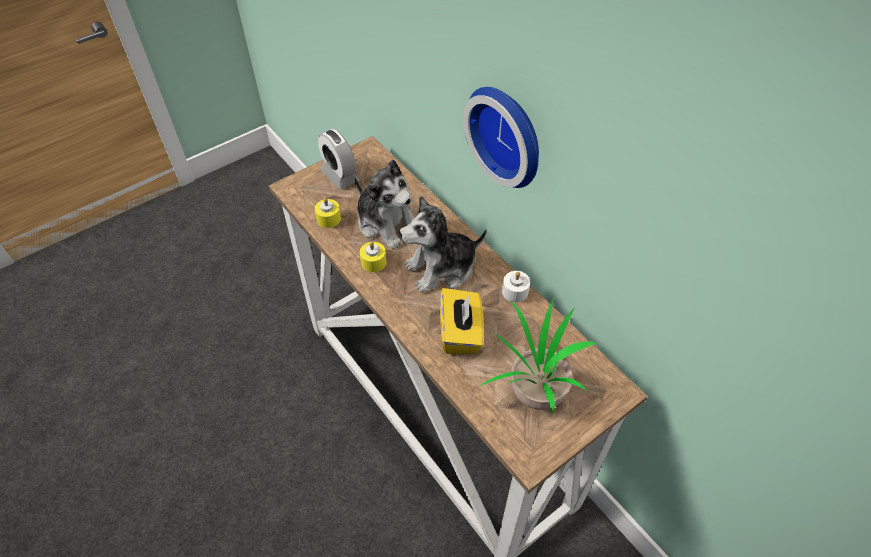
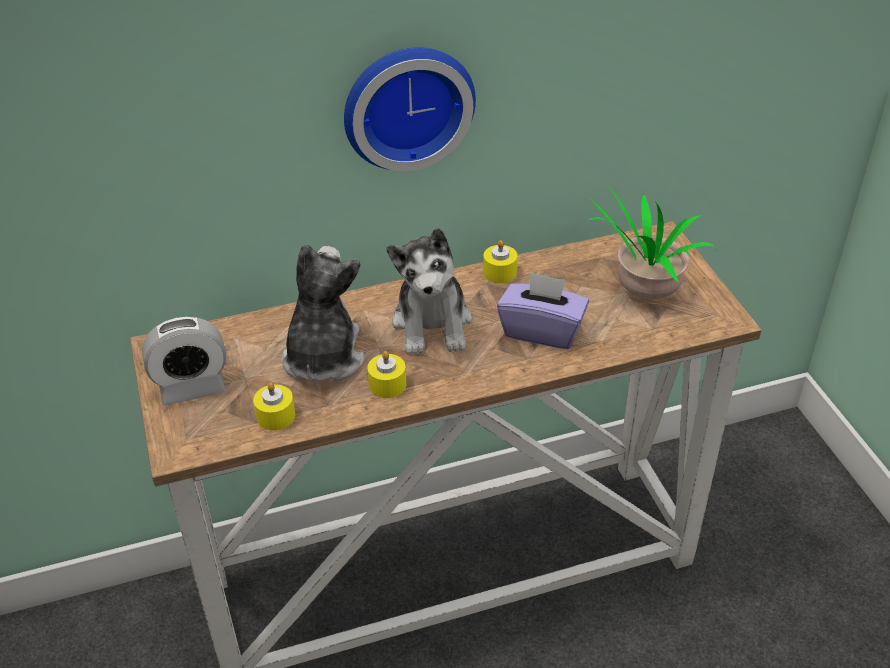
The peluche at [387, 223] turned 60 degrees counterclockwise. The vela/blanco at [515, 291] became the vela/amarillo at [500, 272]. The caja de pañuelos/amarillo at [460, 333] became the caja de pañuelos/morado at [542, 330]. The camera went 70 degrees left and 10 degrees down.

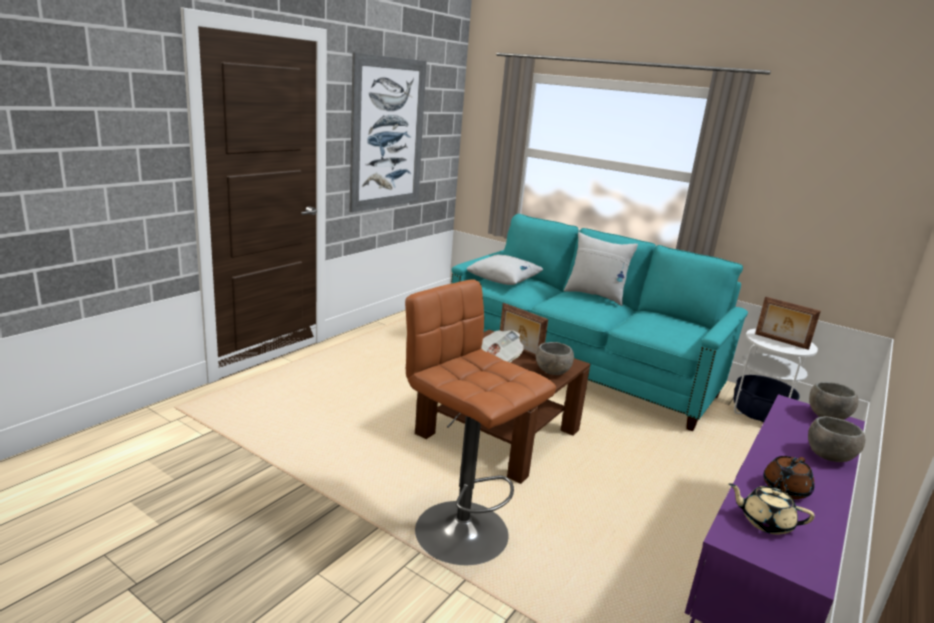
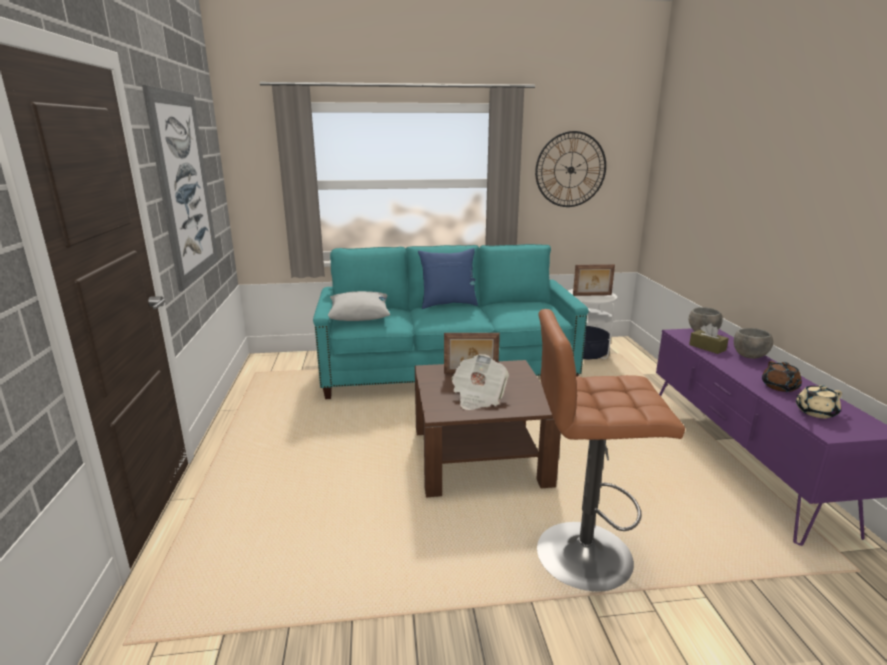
The cojín/gris at [594, 296] became the cojín/azul at [448, 305]. The reloj de pared at [570, 169] appeared. The caja de pañuelos/marrón at [707, 347] appeared. The cuenco/gris at [553, 372] disappeared. The camera went 40 degrees left and 0 degrees up.

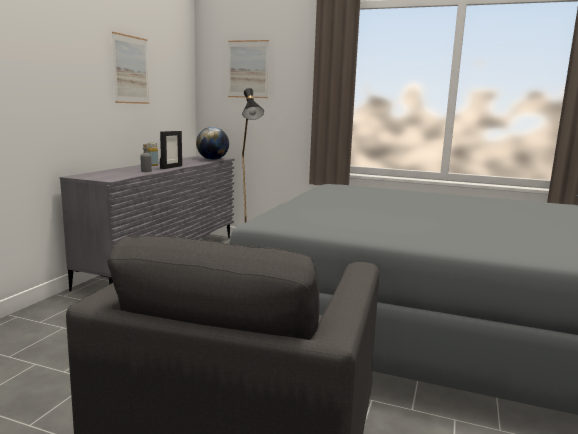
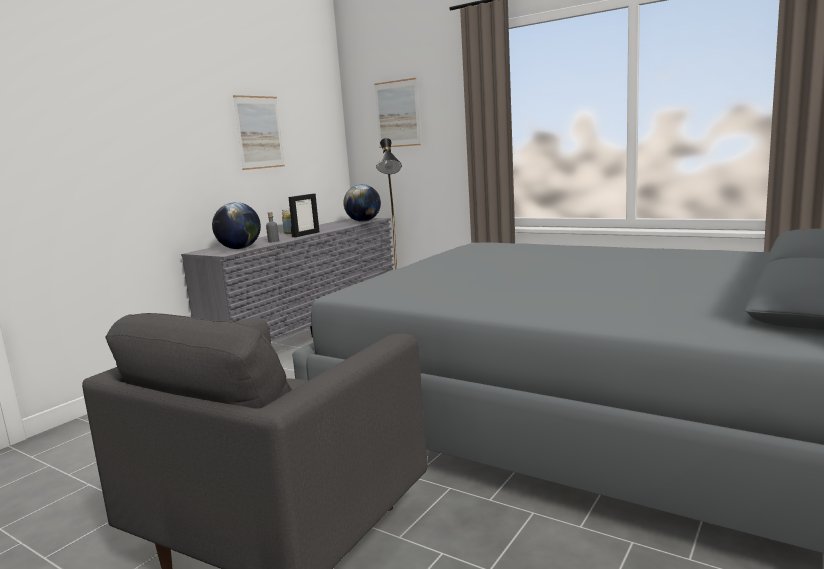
The globo terráqueo at [239, 248] appeared. The camera went 15 degrees right and 0 degrees up.

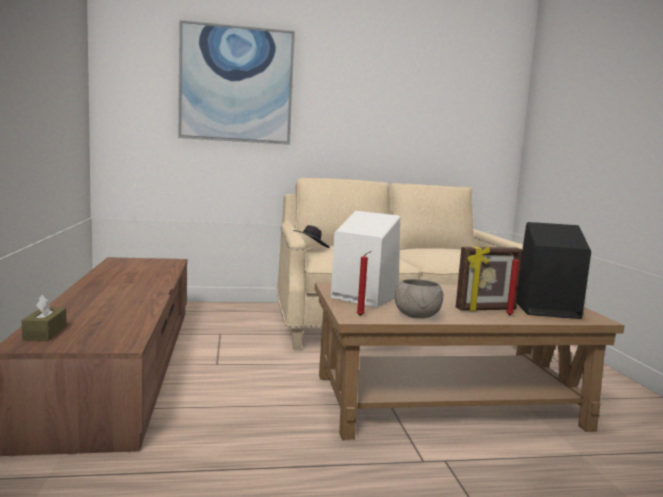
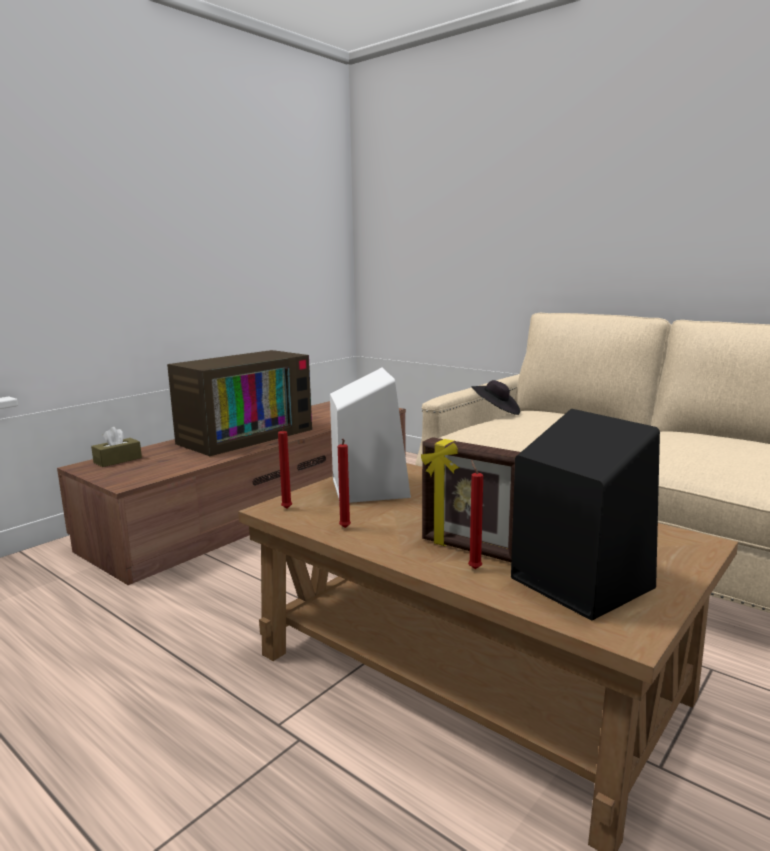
The televisor at [245, 435] appeared. The cuenco/gris at [418, 316] was replaced by the vela/rojo at [345, 528]. The cuadro at [236, 84] disappeared. The camera went 50 degrees right and 5 degrees up.

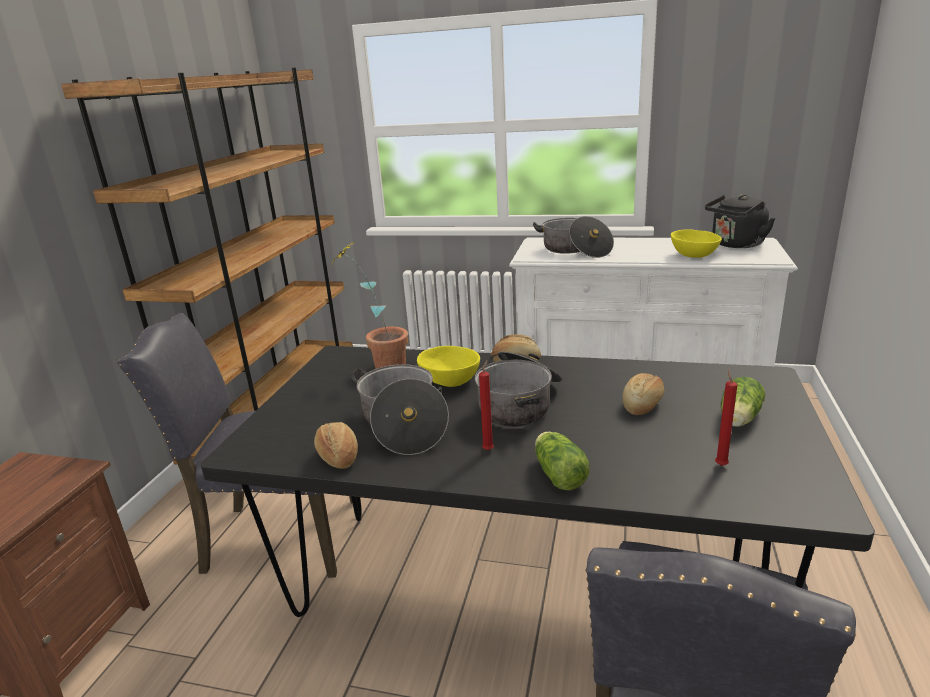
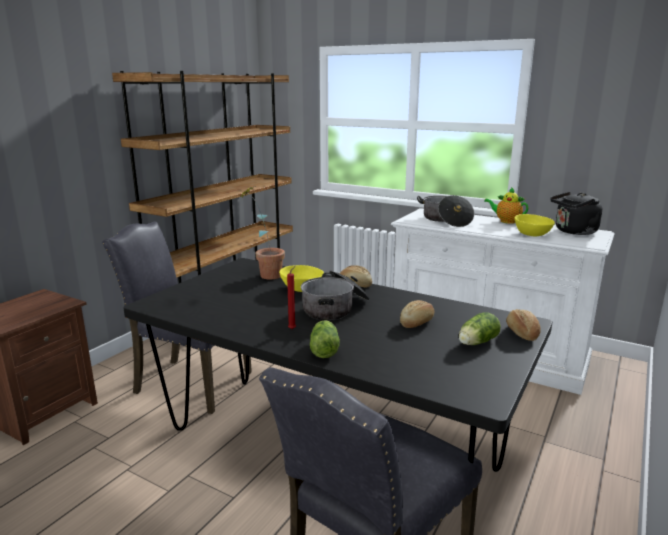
The tetera at [506, 221] appeared. The pan moved from [338, 456] to [521, 333]. The olla at [403, 424] disappeared. The vela/rojo at [720, 464] disappeared. The camera went 15 degrees right and 5 degrees down.

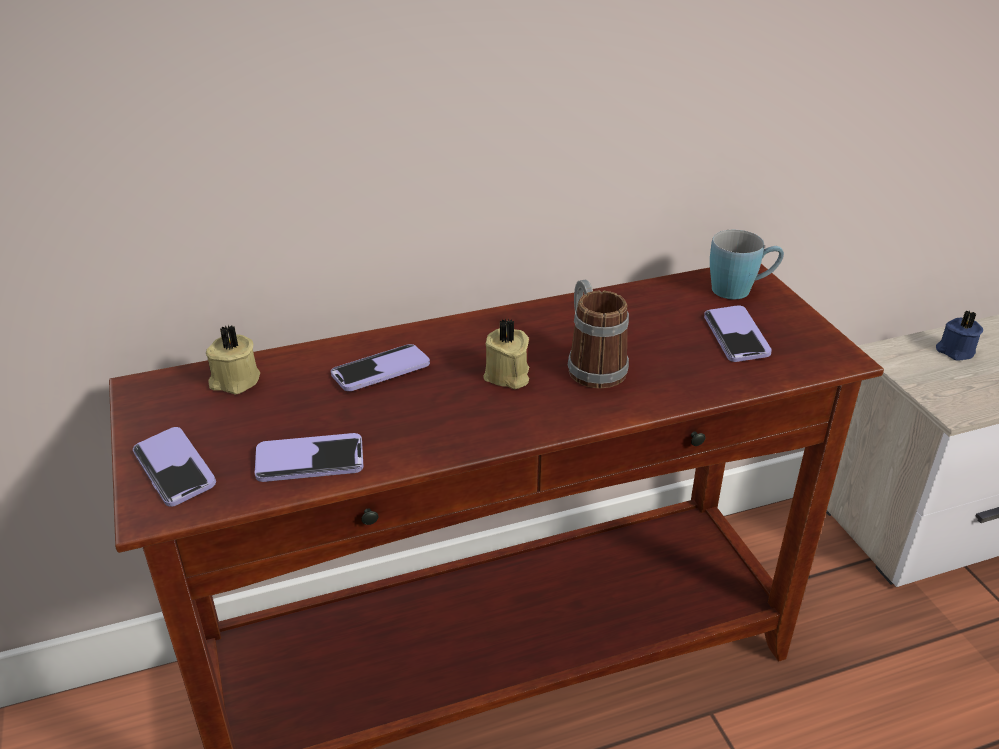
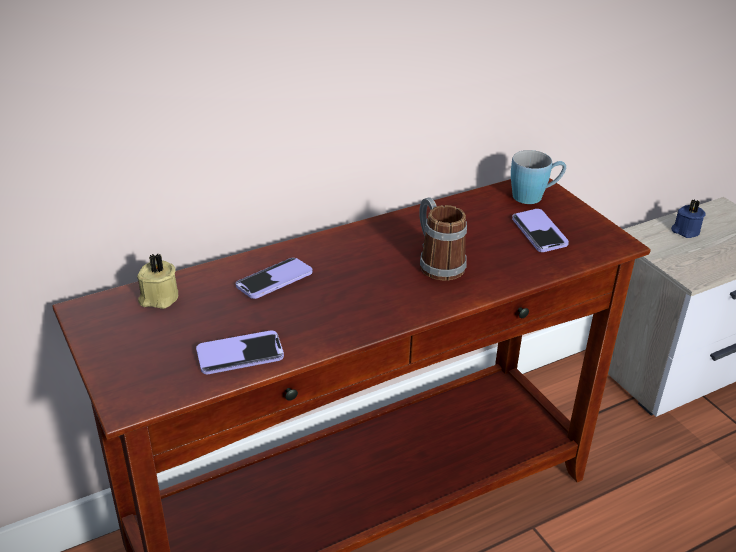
The móvil at [174, 468] disappeared. The vela/beis at [507, 376] disappeared. The camera went 10 degrees left and 0 degrees up.

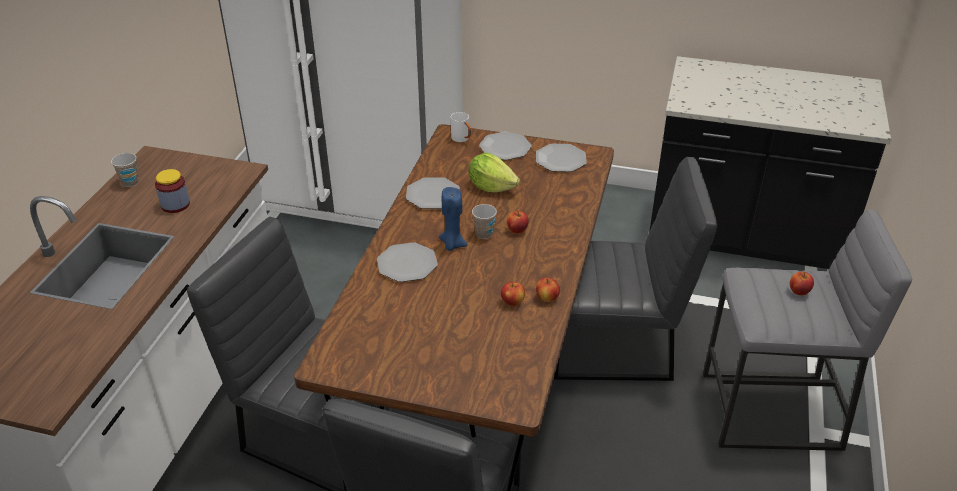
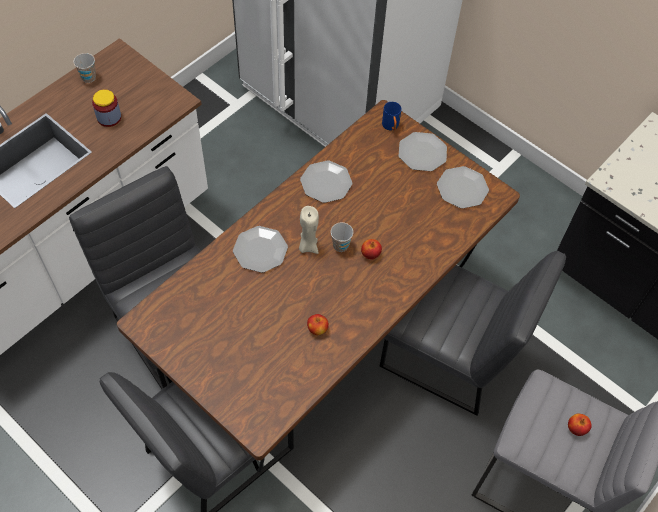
The vela/azul at [452, 245] became the vela/beis at [308, 246]. The taza grande/blanco at [462, 139] became the taza grande/azul at [391, 127]. The lechuga at [491, 186] disappeared. The manzana at [547, 298] disappeared. The camera went 25 degrees right and 20 degrees up.

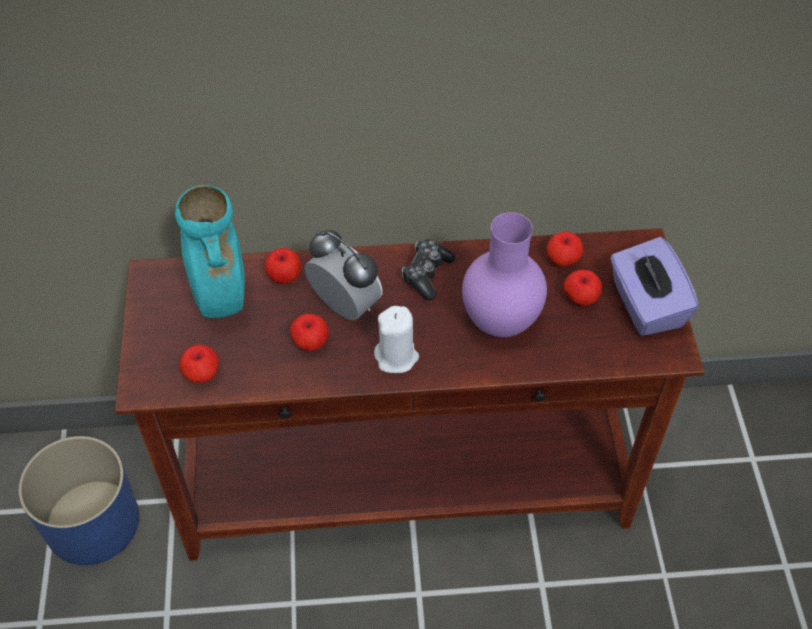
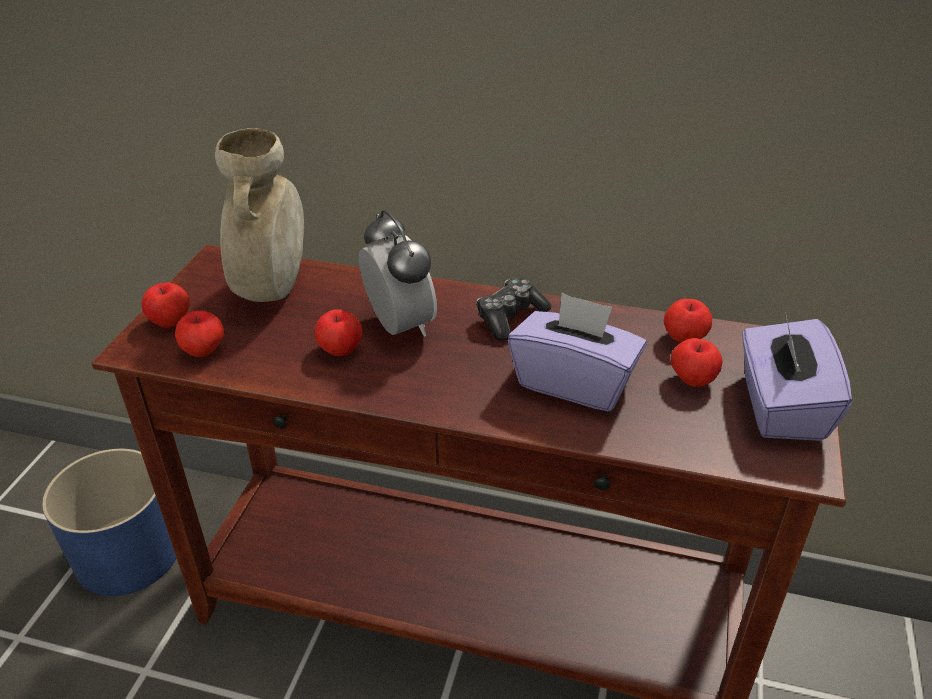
The manzana moved from [284, 277] to [170, 321]. The florero/turquesa at [221, 296] became the florero/beis at [273, 290]. The florero/morado at [499, 324] was replaced by the caja de pañuelos/morado at [574, 382]. The vela/blanco at [396, 357] disappeared. The camera went 20 degrees right and 15 degrees down.

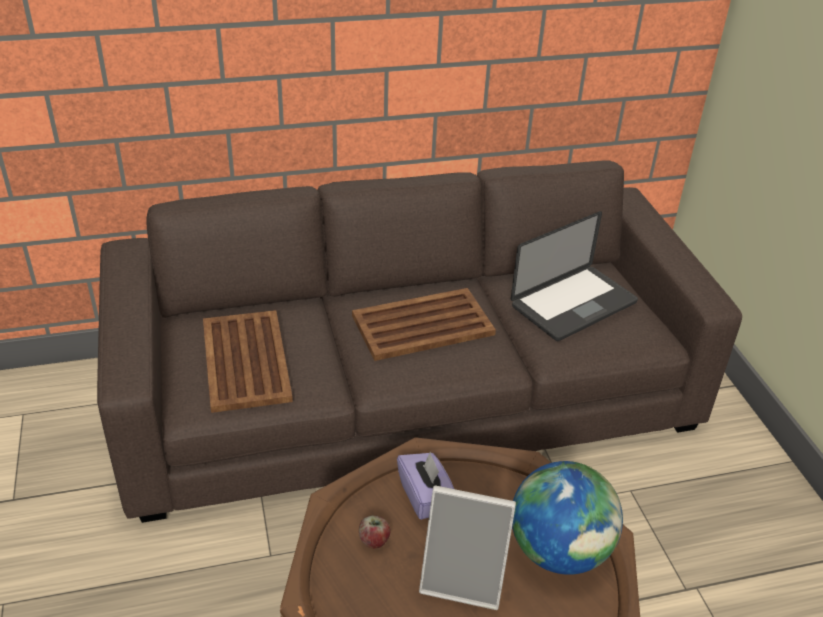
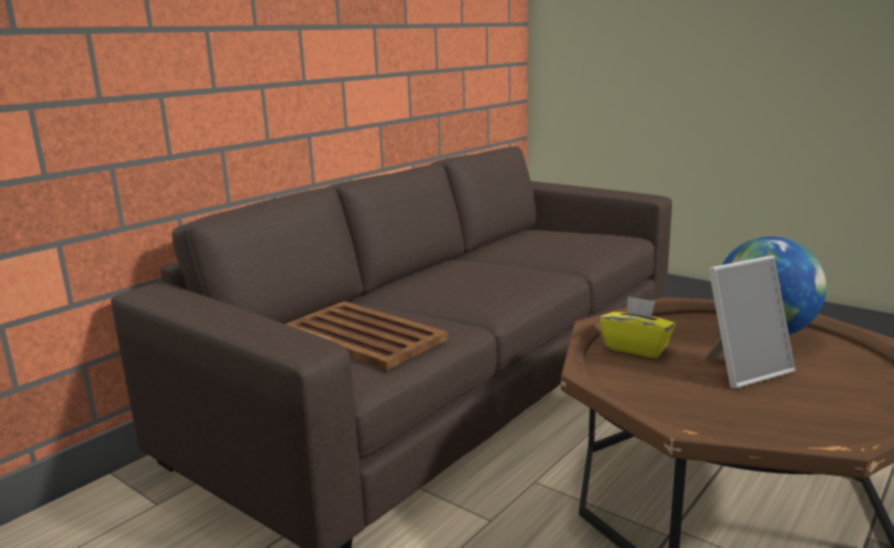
The caja de pañuelos/morado at [425, 497] became the caja de pañuelos/amarillo at [636, 348]. The bandeja/marrón at [421, 325] disappeared. The manzana at [374, 540] disappeared. The portátil at [573, 304] disappeared. The camera went 35 degrees left and 20 degrees down.

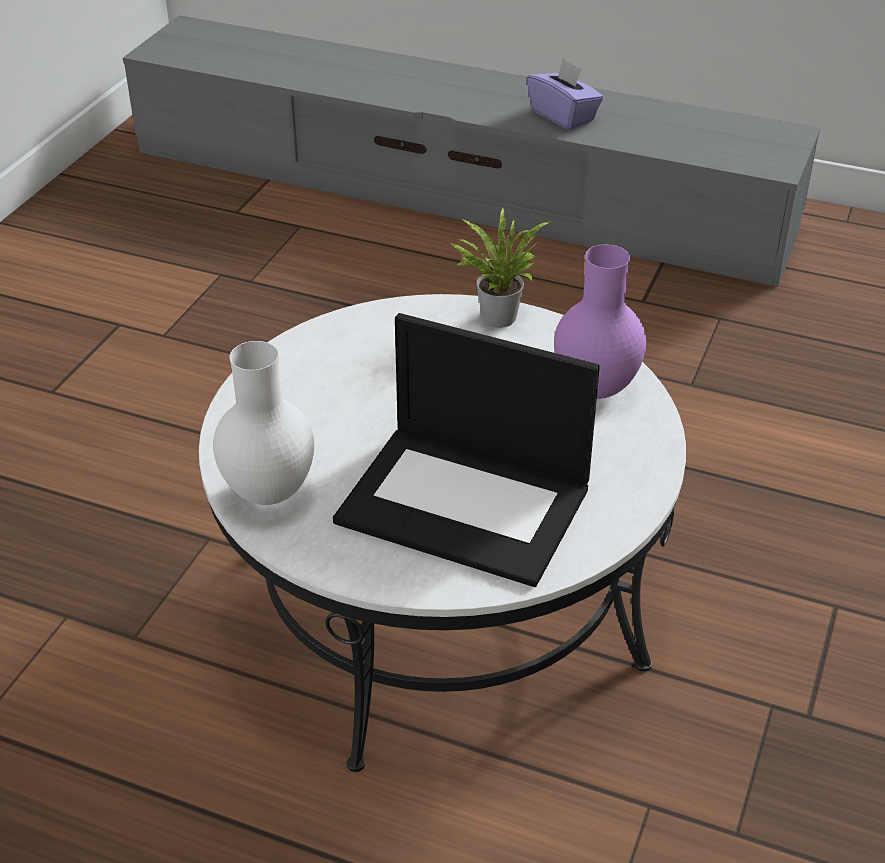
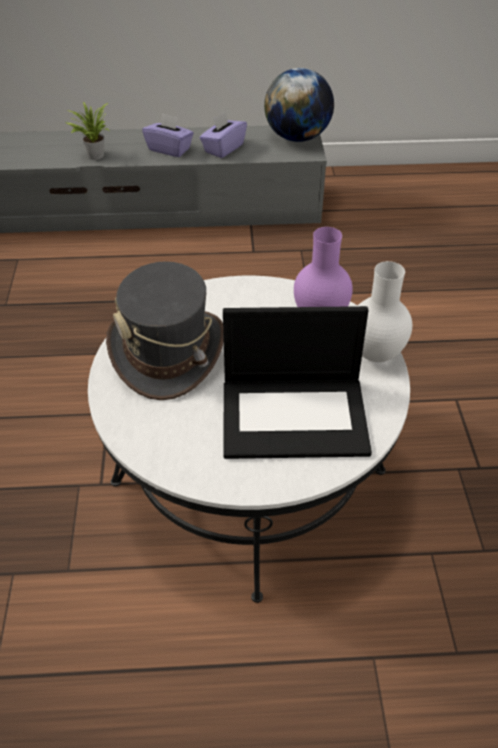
The planta en maceta moved from [496, 315] to [94, 155]. The sombrero/gris at [168, 352] appeared. The caja de pañuelos/morado at [223, 148] appeared. The globo terráqueo at [297, 137] appeared. The florero/blanco moved from [268, 495] to [376, 356]. The camera went 25 degrees left and 5 degrees up.

